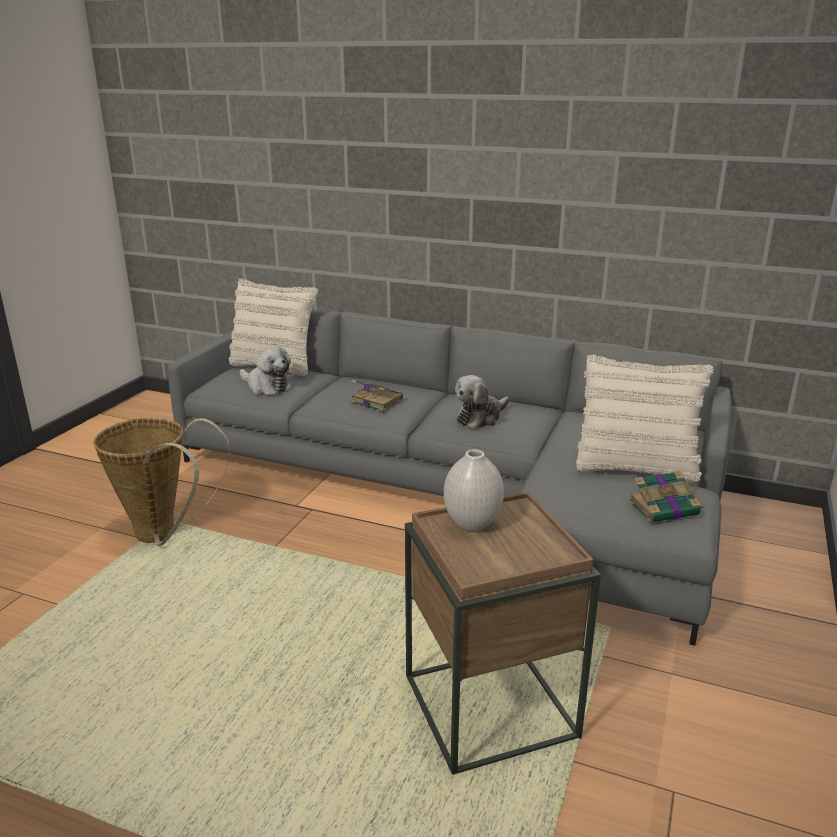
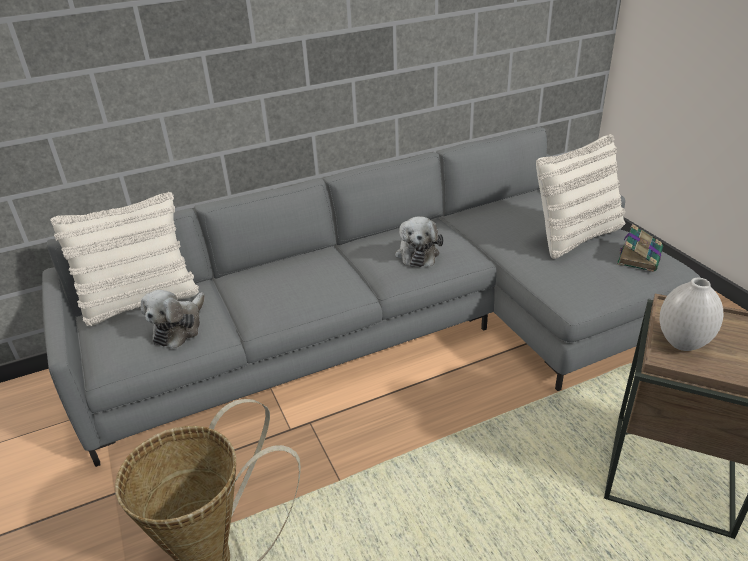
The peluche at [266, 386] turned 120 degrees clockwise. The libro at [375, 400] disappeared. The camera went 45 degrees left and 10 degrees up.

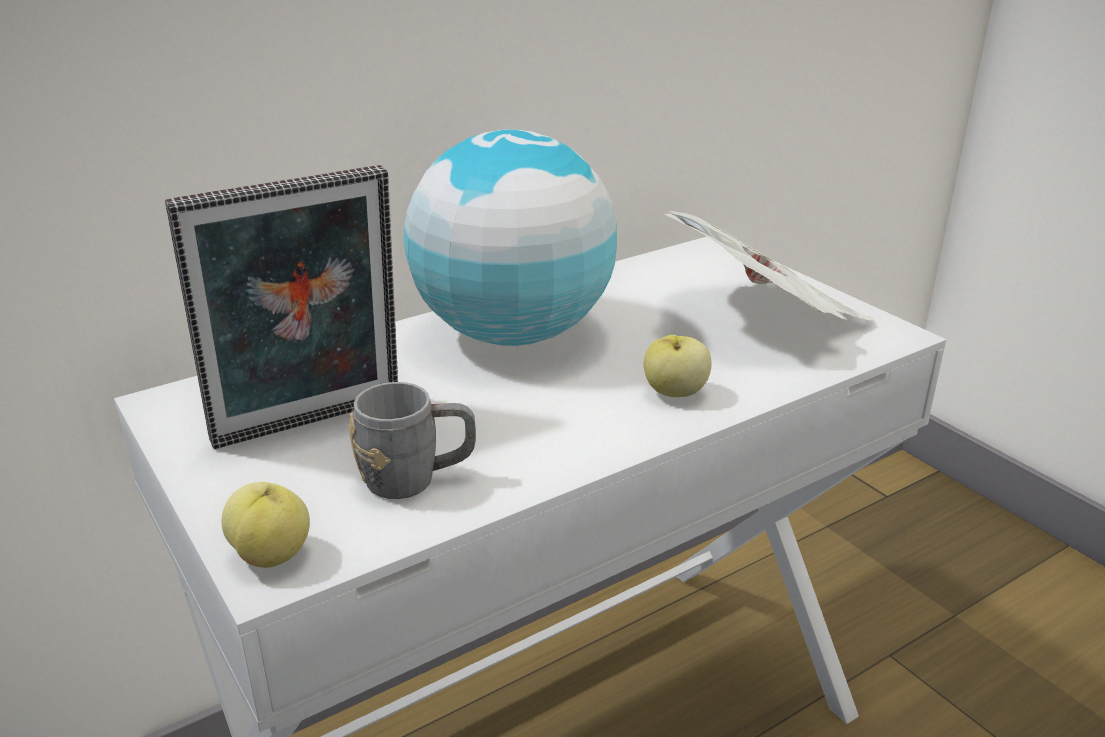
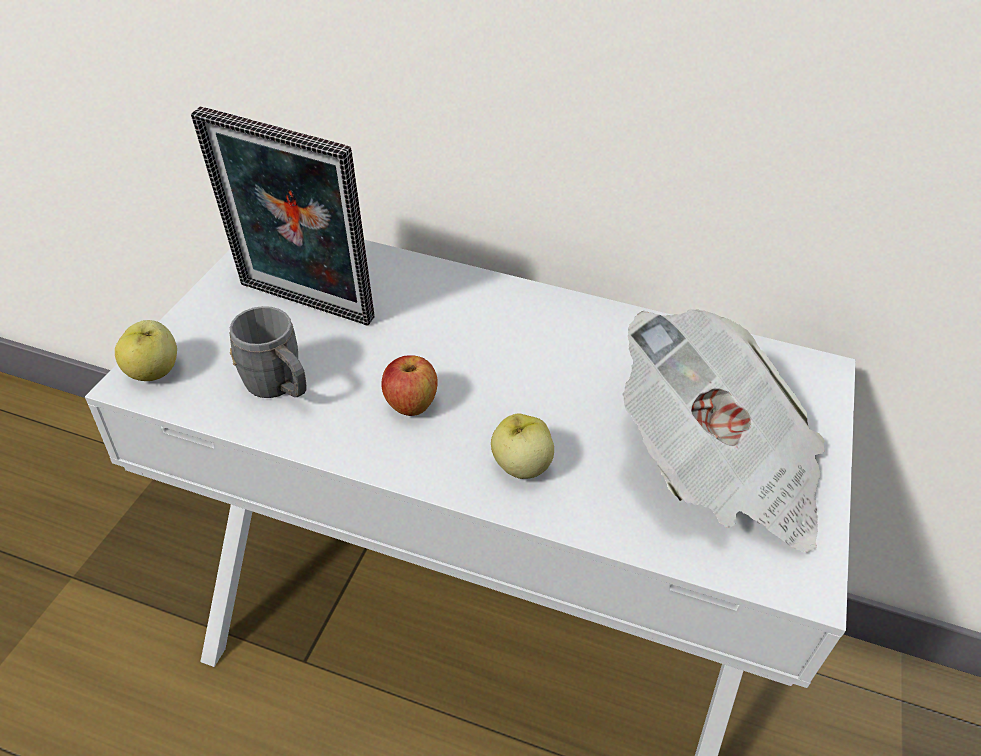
The manzana at [410, 405] appeared. The globo terráqueo at [512, 334] disappeared. The camera went 50 degrees right and 15 degrees up.

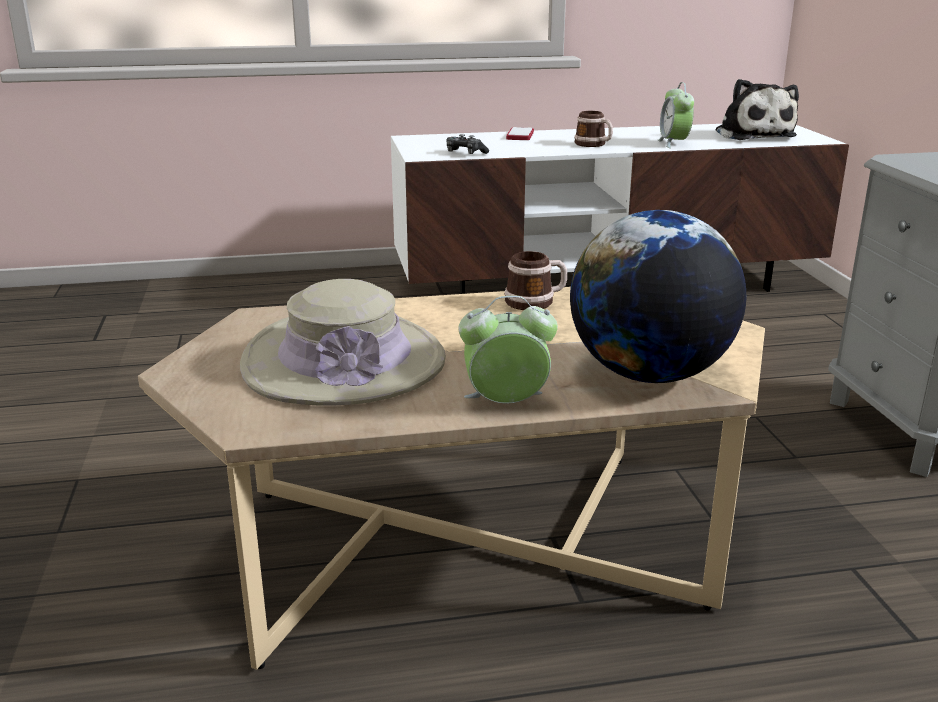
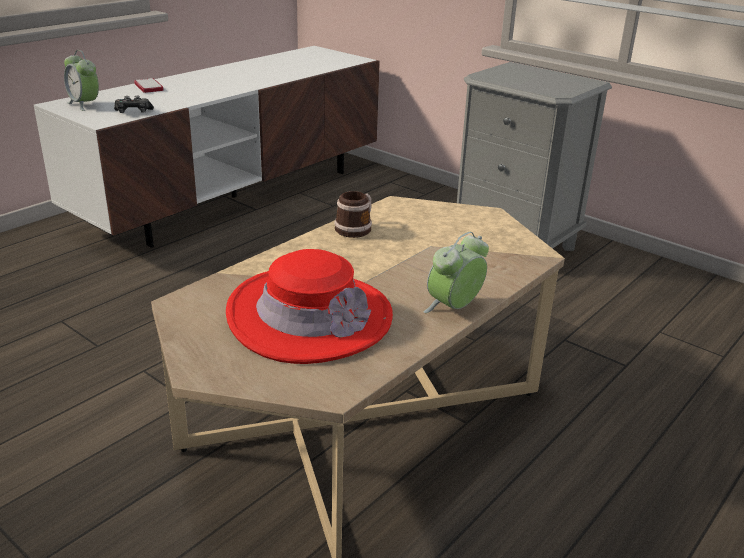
The despertador moved from [674, 143] to [84, 105]. The sombrero/beis at [344, 362] became the sombrero/rojo at [309, 316]. The globo terráqueo at [649, 374] disappeared. The taza grande at [594, 145] disappeared. The peluche at [753, 135] disappeared. The camera went 40 degrees left and 5 degrees up.

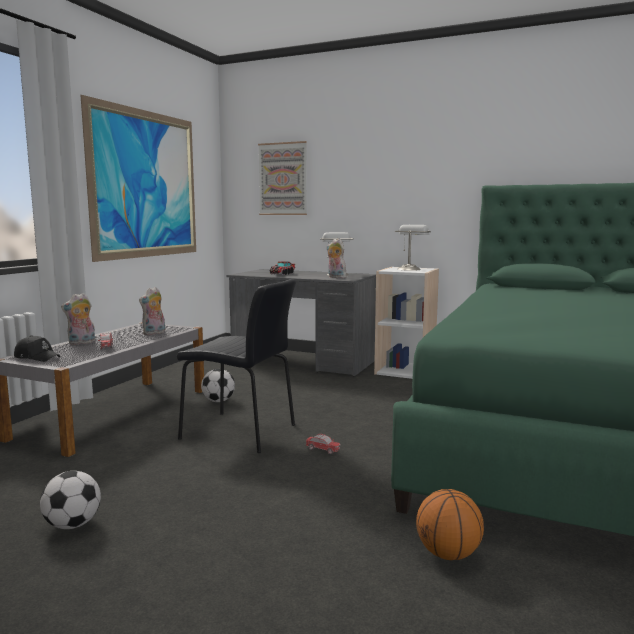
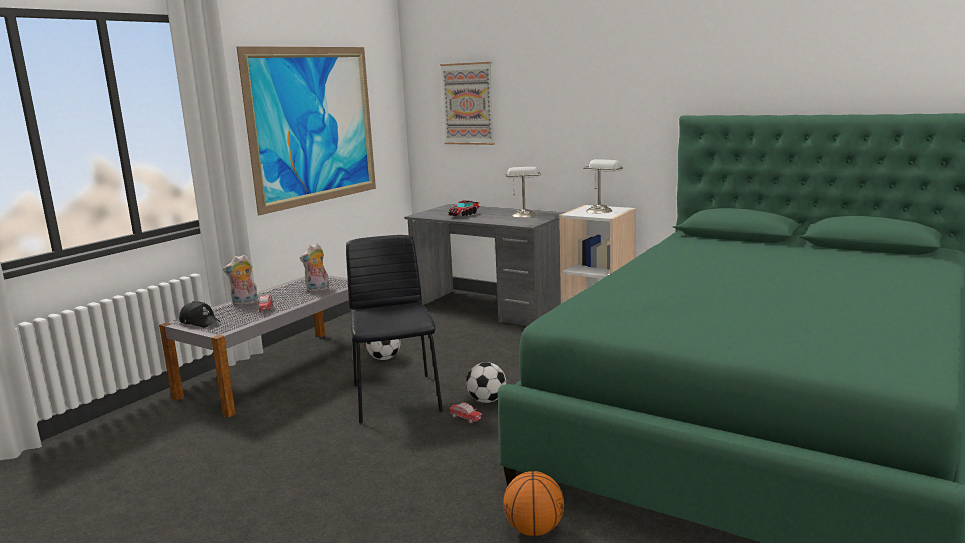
The silla/negro at [242, 432] turned 135 degrees counterclockwise. The balón de fútbol moved from [73, 525] to [487, 400]. The peluche at [335, 277] disappeared. The camera went 10 degrees right and 5 degrees up.

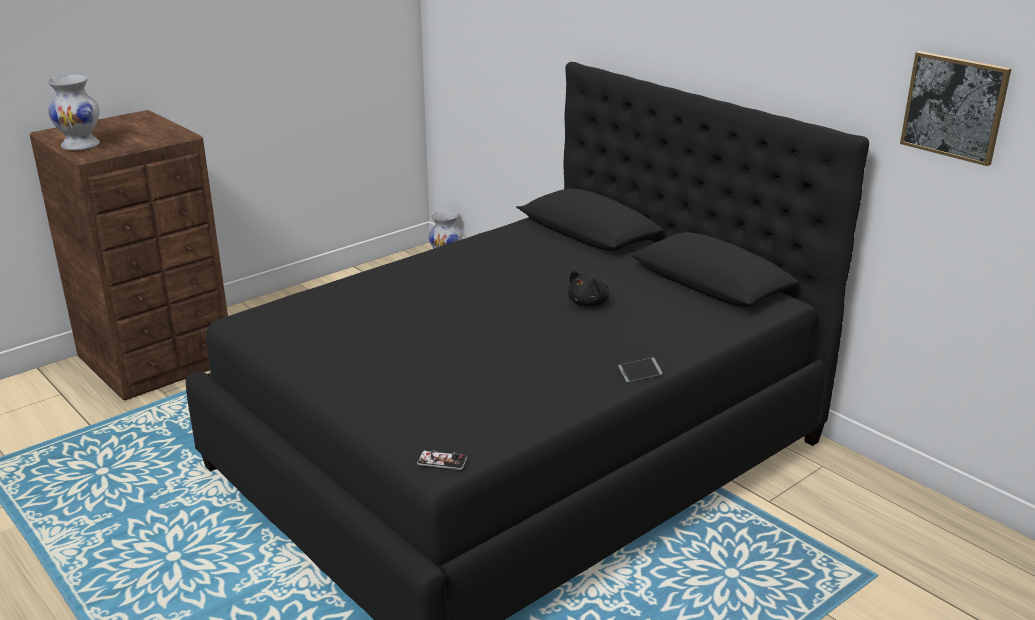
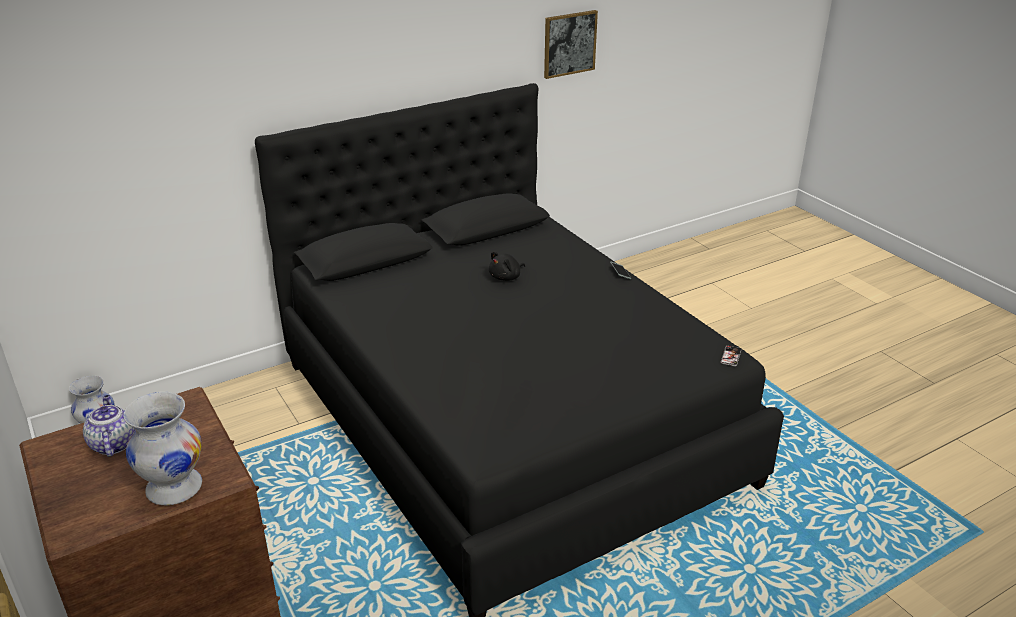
The tetera at [113, 444] appeared. The peluche/negro at [589, 303] turned 90 degrees clockwise. The camera went 80 degrees left and 5 degrees up.

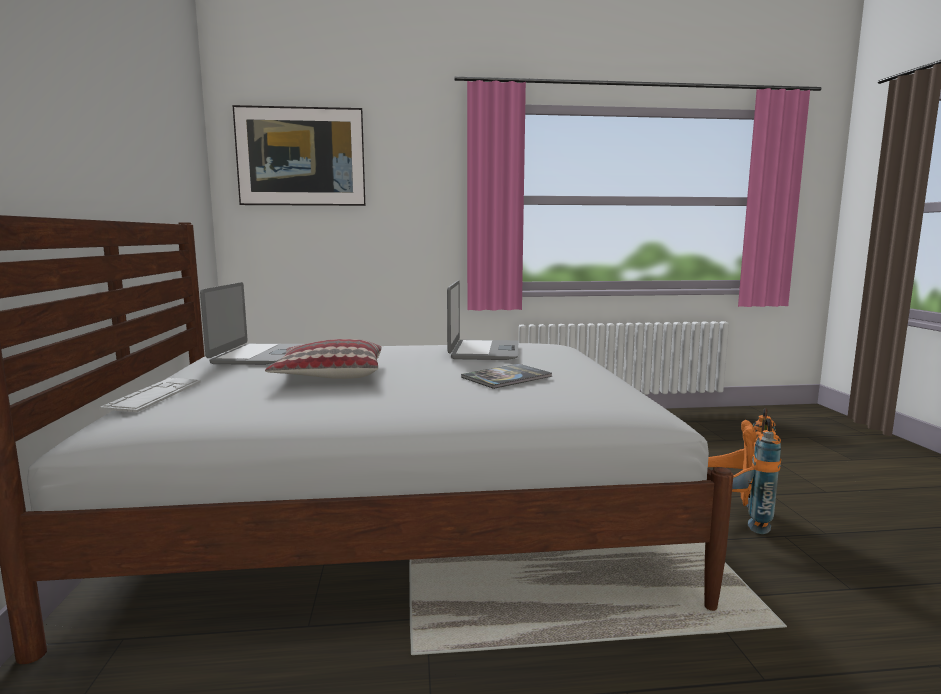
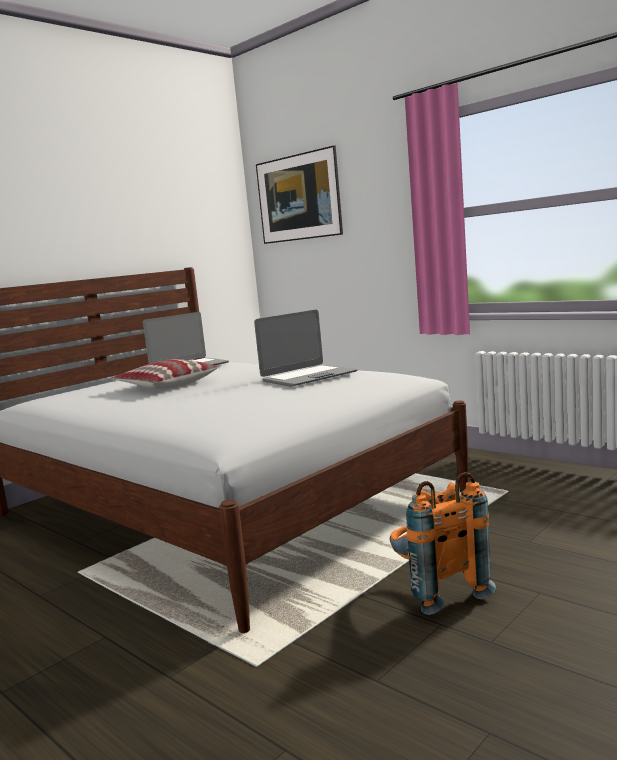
The teclado at [154, 395] disappeared. The libro at [506, 377] disappeared. The camera went 50 degrees right and 0 degrees up.

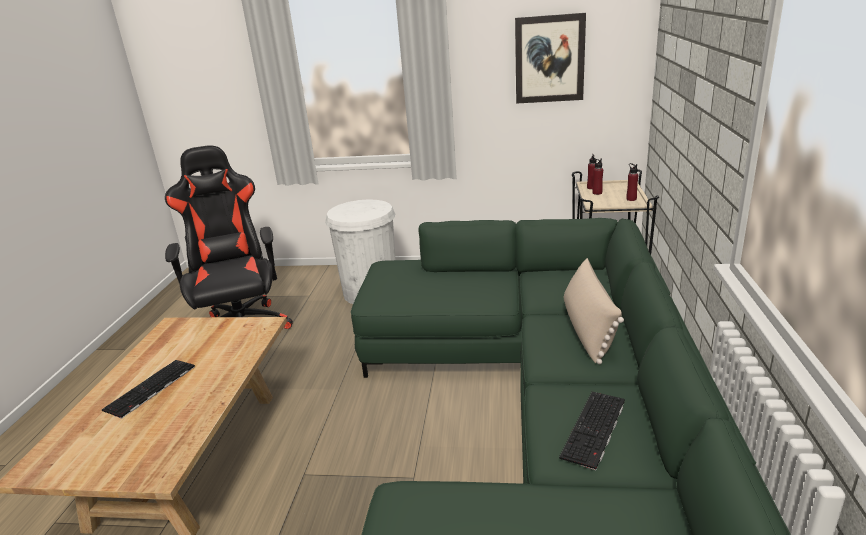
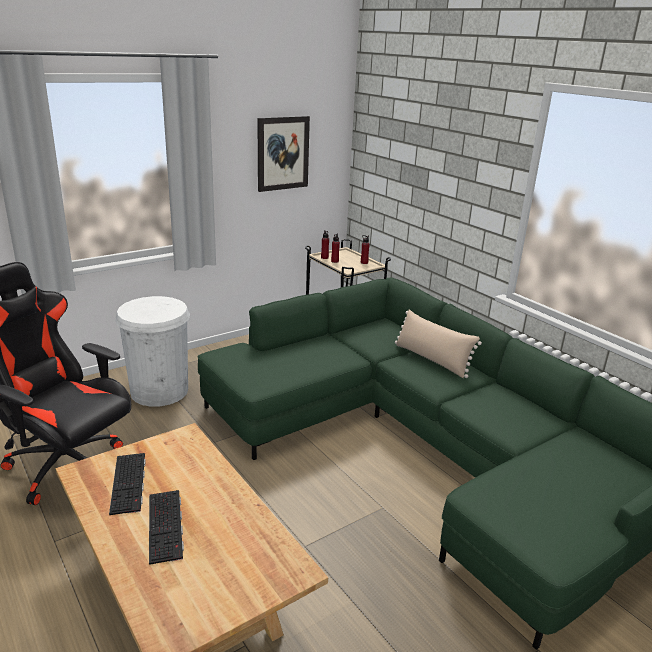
The teclado moved from [595, 429] to [129, 483]. The camera went 45 degrees left and 0 degrees up.

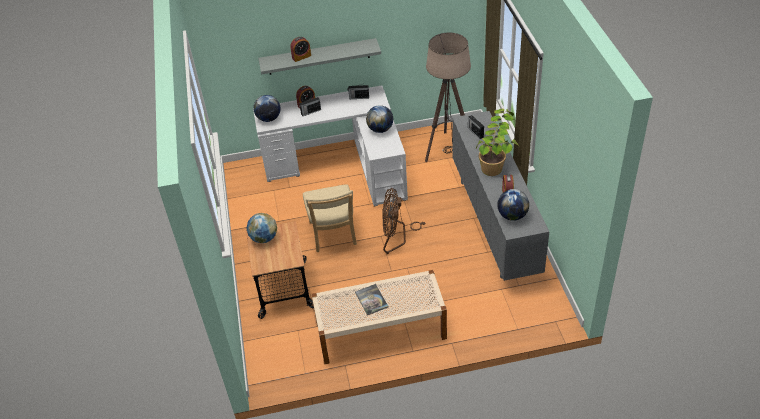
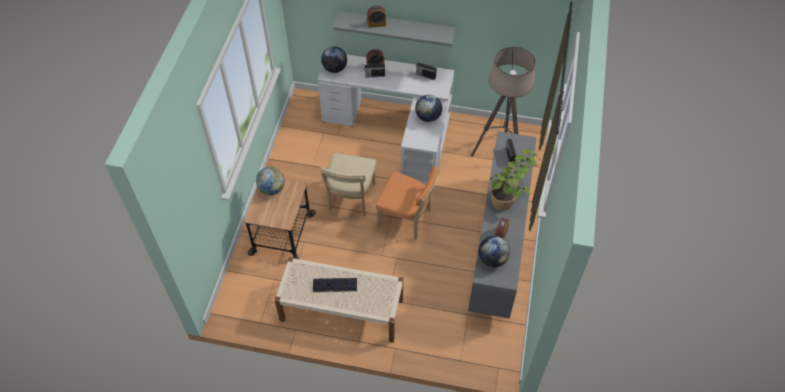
The libro at [371, 300] was replaced by the teclado at [335, 285]. The ventilador/marrón at [397, 233] was replaced by the silla/naranja at [406, 219]. The camera went 20 degrees right and 10 degrees up.

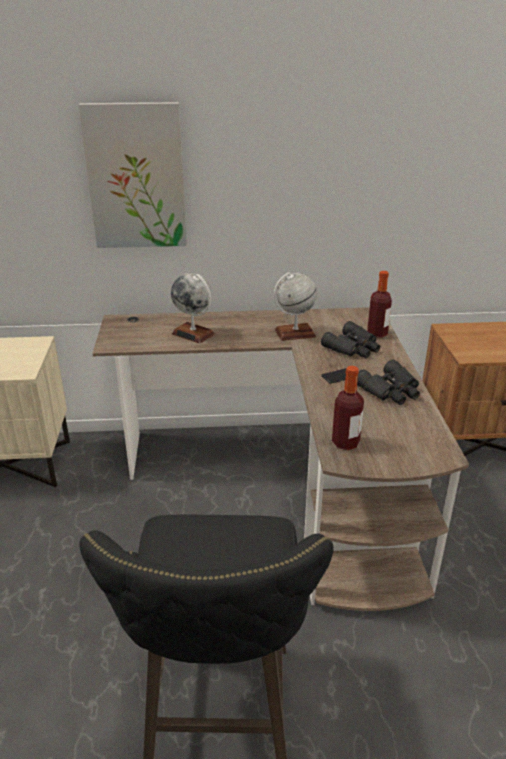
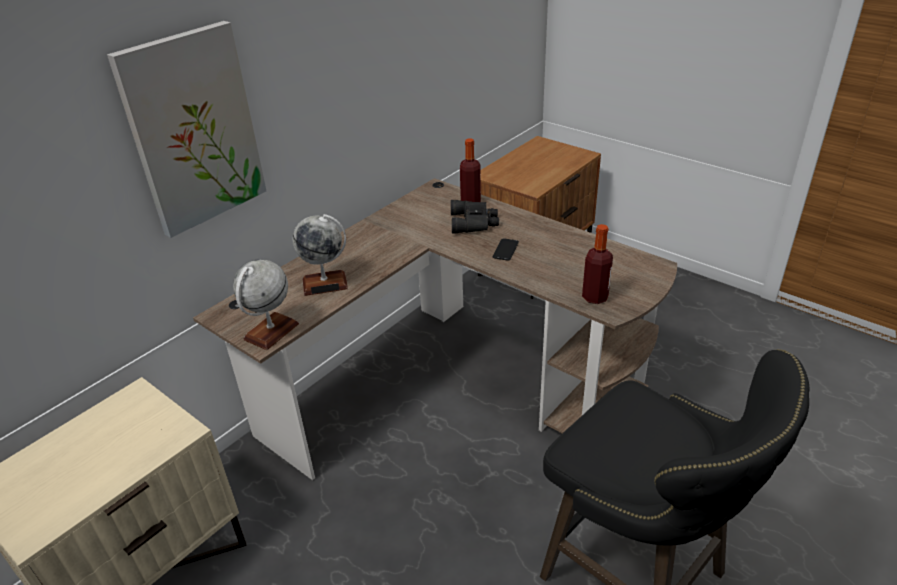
The globo terráqueo moved from [295, 333] to [271, 331]. The prismáticos/negro at [391, 390] disappeared. The camera went 45 degrees left and 5 degrees up.

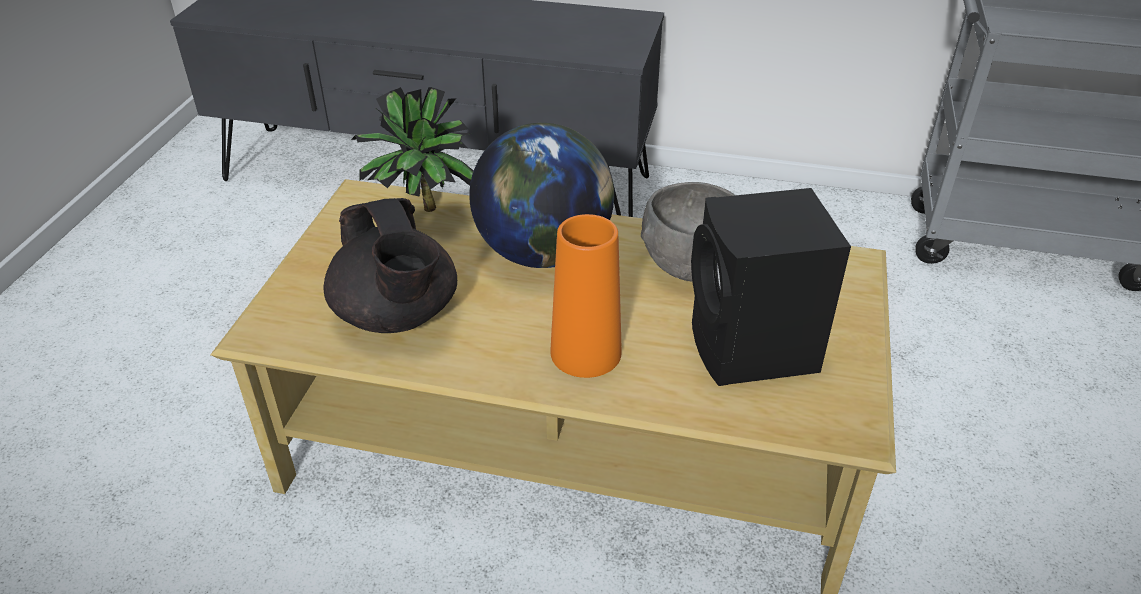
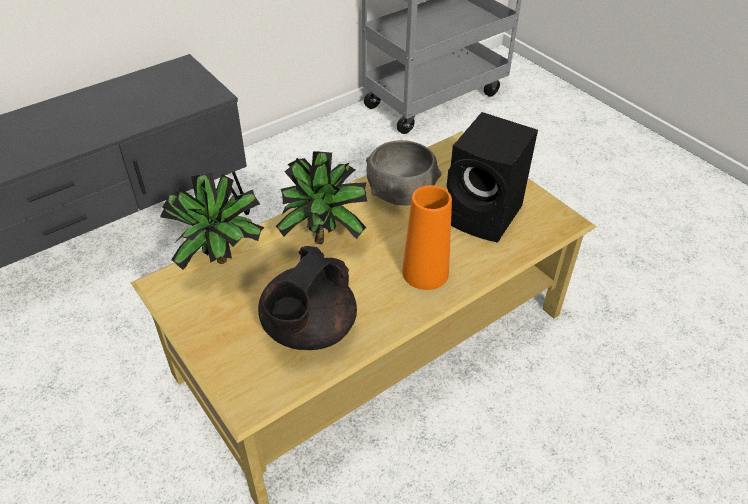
The tetera/negro at [397, 315] turned 105 degrees clockwise. The globo terráqueo at [544, 253] was replaced by the planta en maceta at [326, 239]. The camera went 50 degrees left and 5 degrees up.

